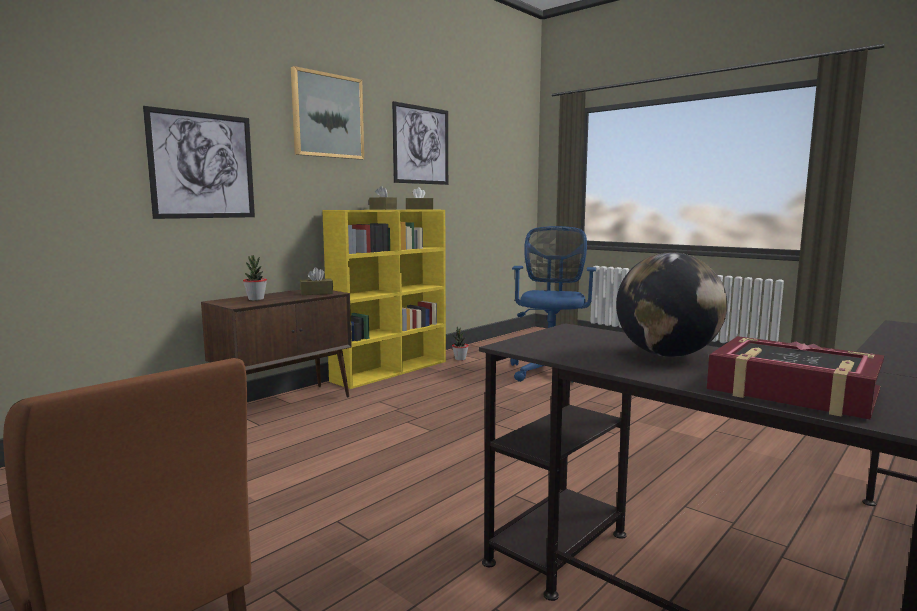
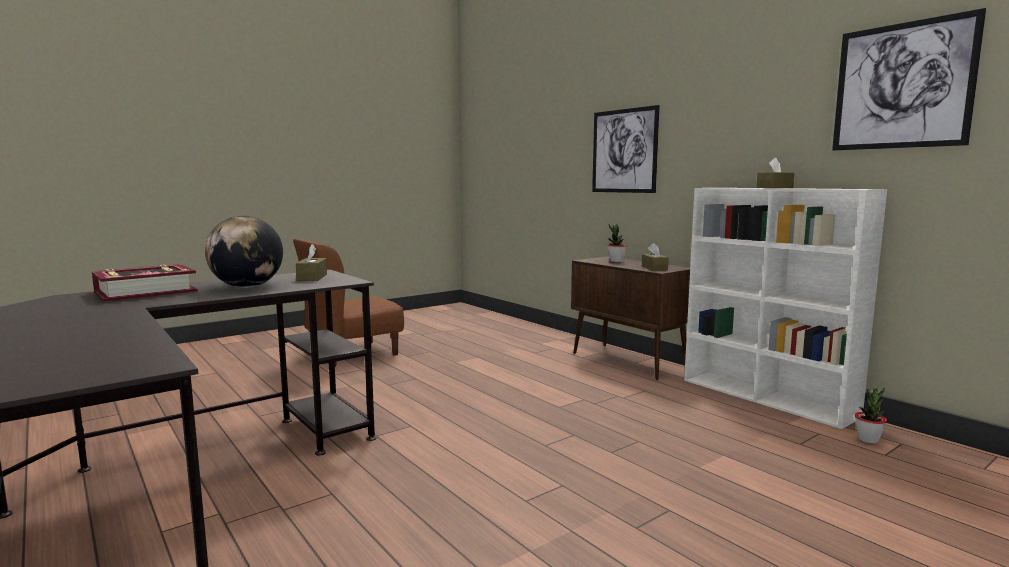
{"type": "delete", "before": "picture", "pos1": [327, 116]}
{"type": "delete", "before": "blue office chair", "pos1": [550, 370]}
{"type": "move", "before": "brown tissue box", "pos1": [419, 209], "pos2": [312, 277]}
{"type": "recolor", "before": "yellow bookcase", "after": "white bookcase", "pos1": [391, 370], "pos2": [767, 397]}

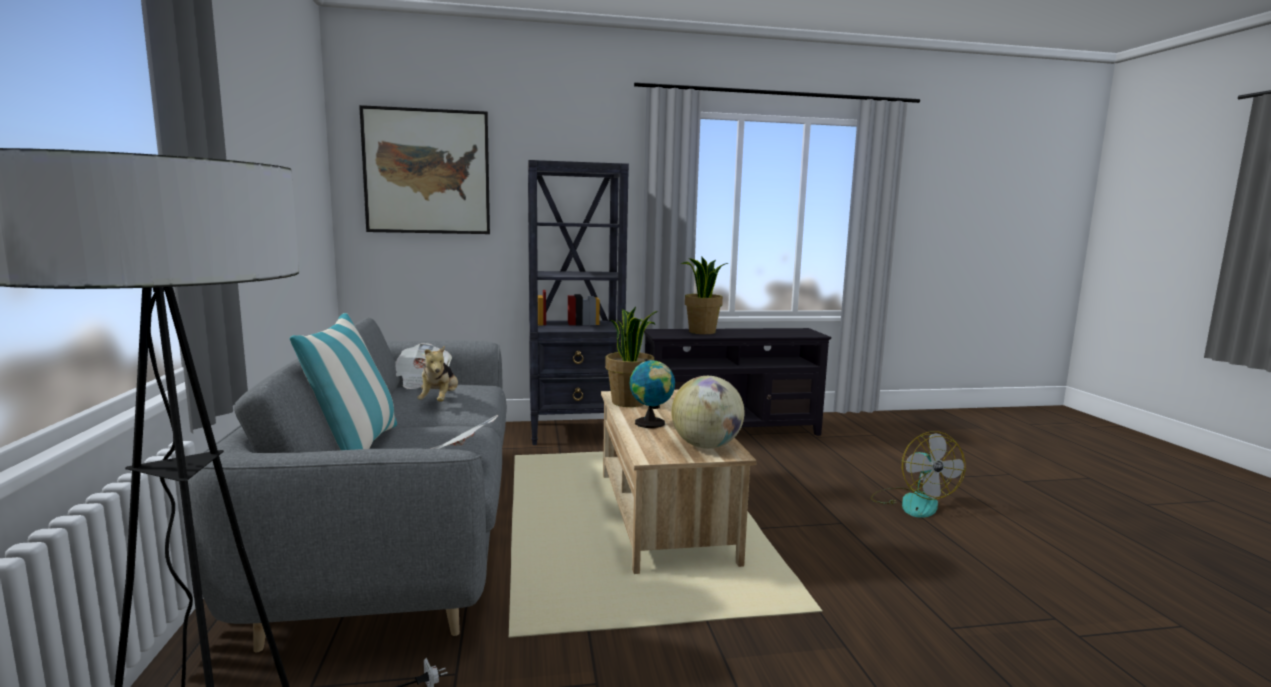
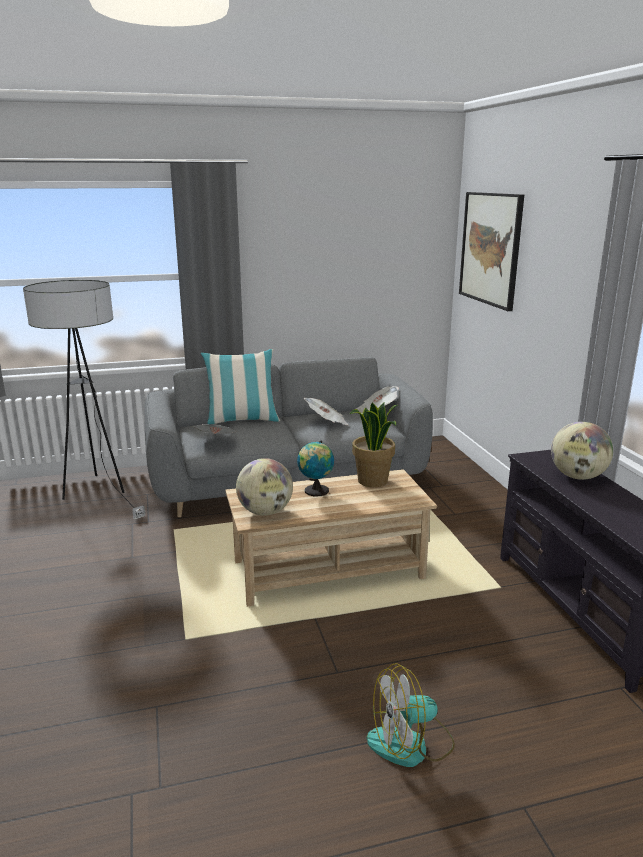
{"type": "delete", "before": "black bookcase", "pos1": [576, 432]}
{"type": "replace", "before": "plush toy", "after": "newspaper", "pos1": [440, 401], "pos2": [326, 422]}
{"type": "replace", "before": "potted plant", "after": "globe", "pos1": [702, 332], "pos2": [577, 477]}

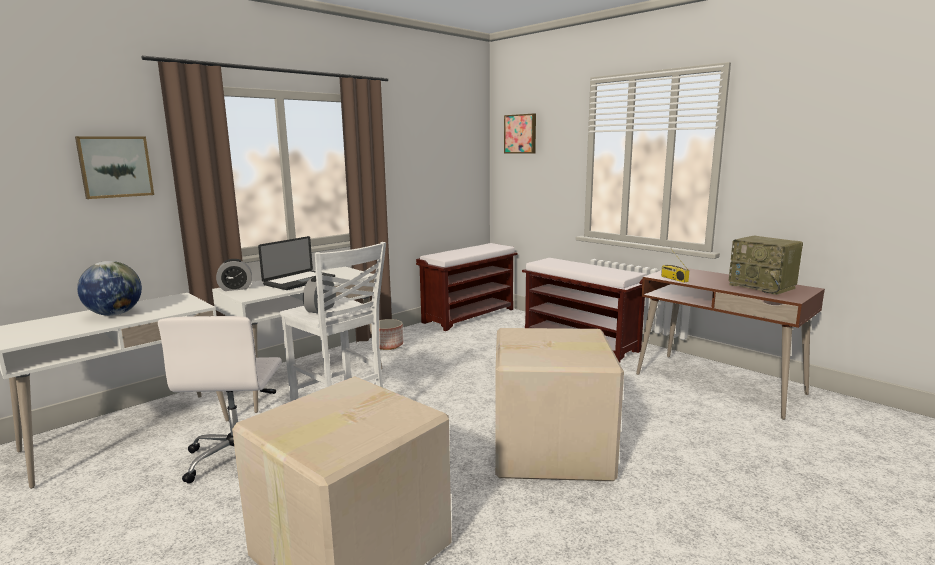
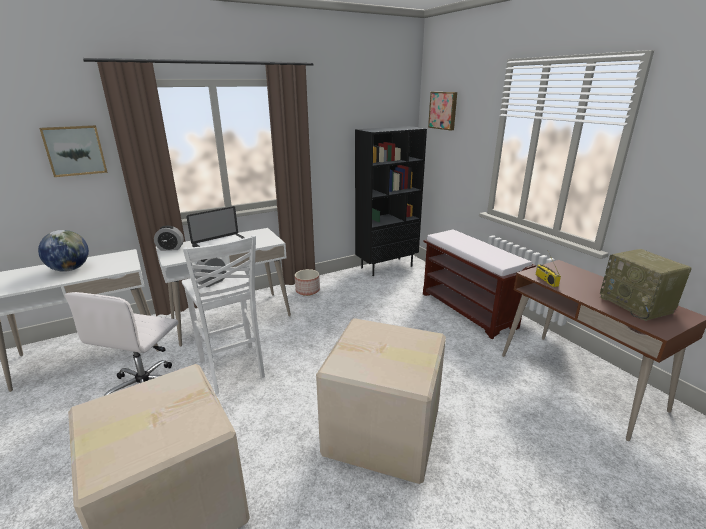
{"type": "replace", "before": "brown bench", "after": "black bookcase", "pos1": [469, 315], "pos2": [386, 266]}

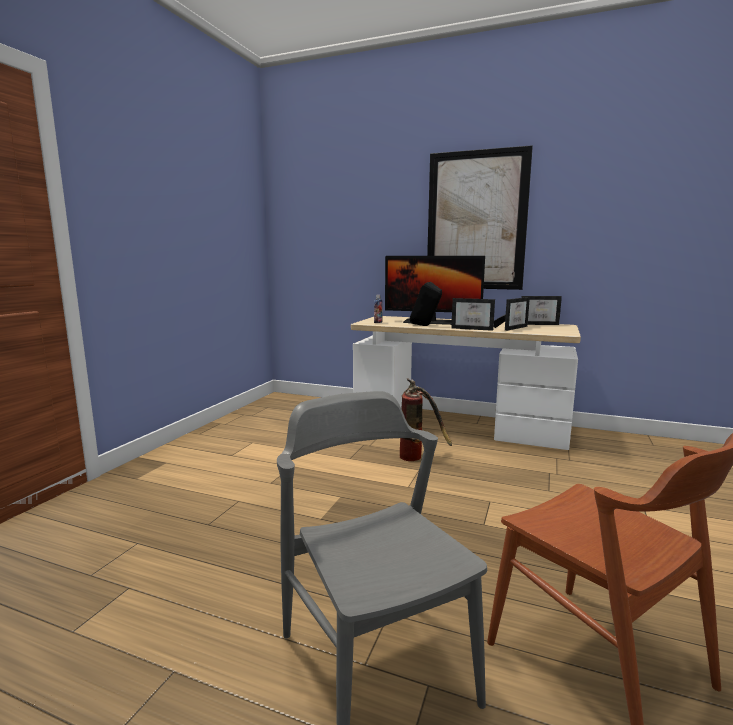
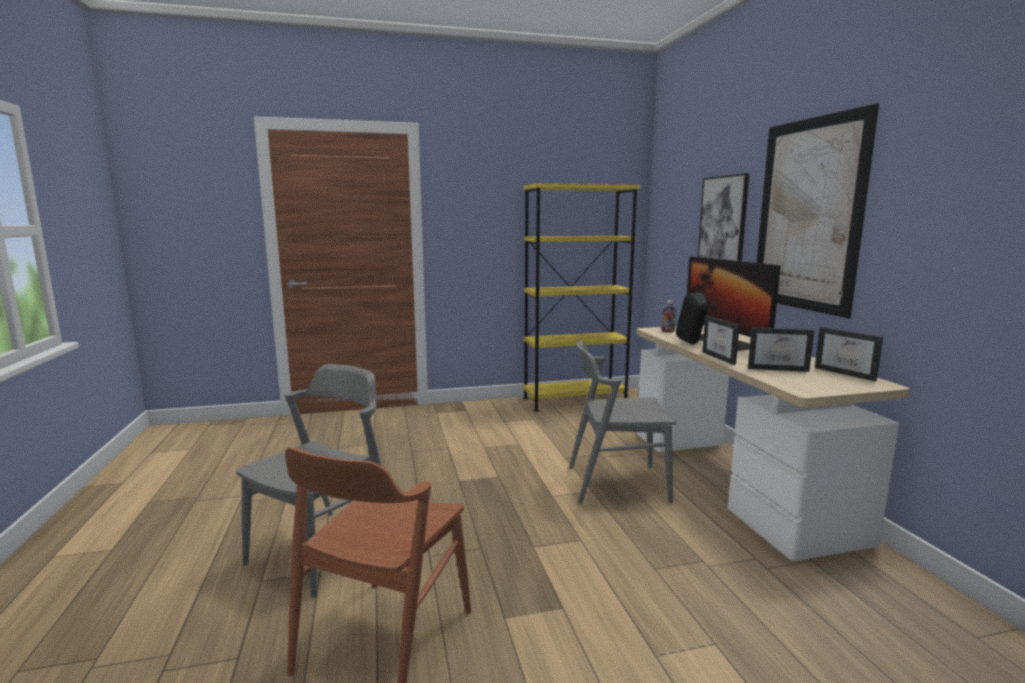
{"type": "insert", "after": "yellow bookcase", "pos2": [575, 400]}
{"type": "insert", "after": "picture", "pos2": [723, 220]}
{"type": "replace", "before": "fire extinguisher", "after": "grey chair", "pos1": [419, 457], "pos2": [617, 484]}

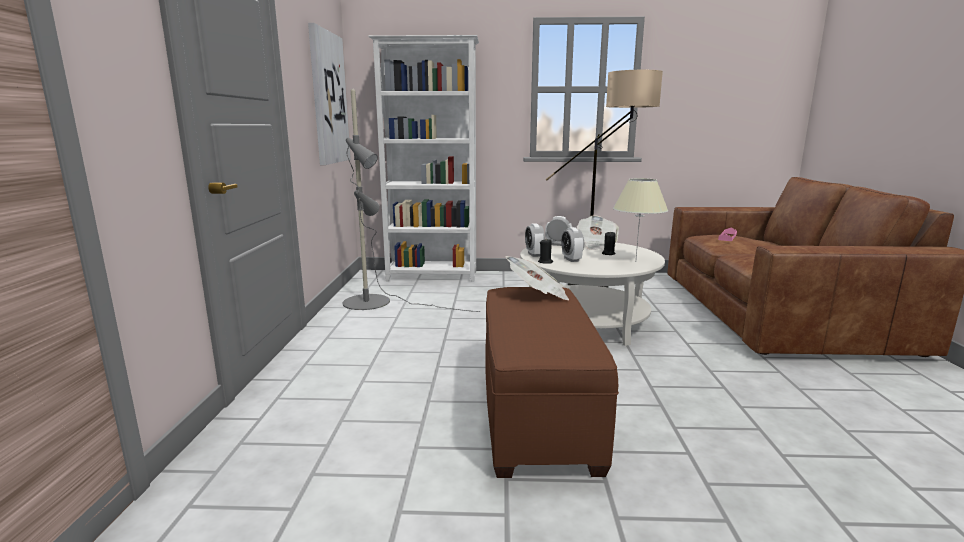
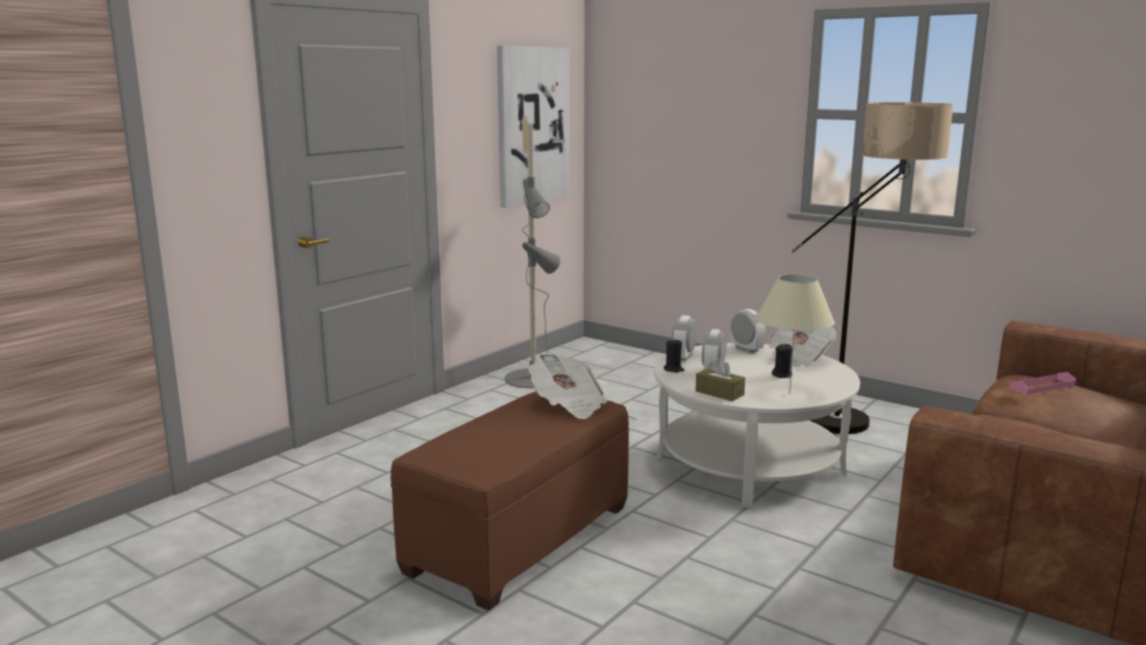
{"type": "delete", "before": "white bookcase", "pos1": [433, 276]}
{"type": "insert", "after": "brown tissue box", "pos2": [719, 393]}

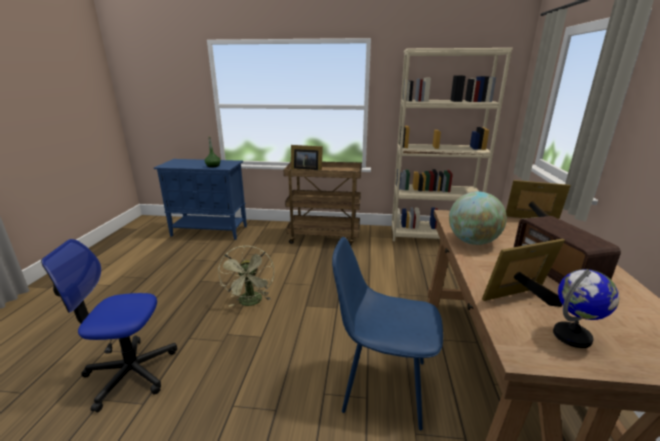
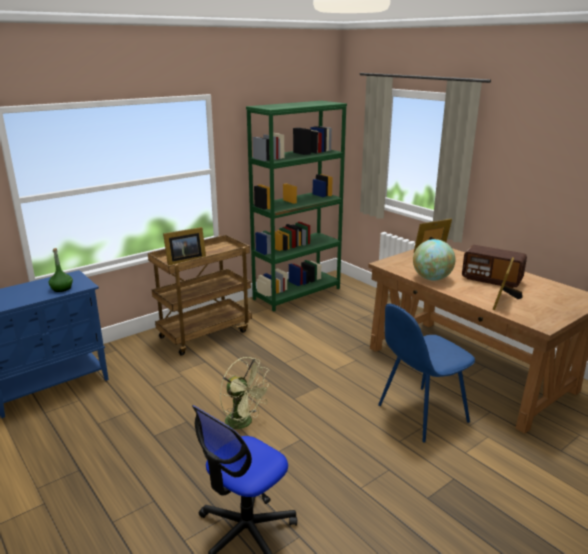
{"type": "delete", "before": "globe", "pos1": [572, 336]}
{"type": "recolor", "before": "beige bookcase", "after": "green bookcase", "pos1": [431, 236], "pos2": [297, 293]}

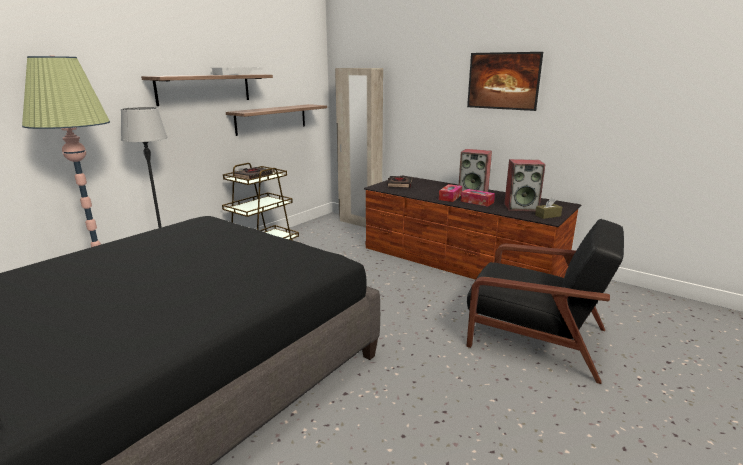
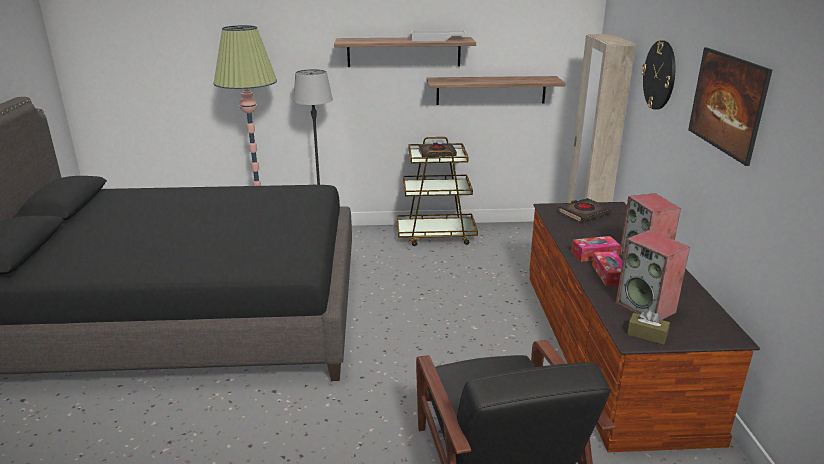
{"type": "insert", "after": "wall clock", "pos2": [659, 75]}

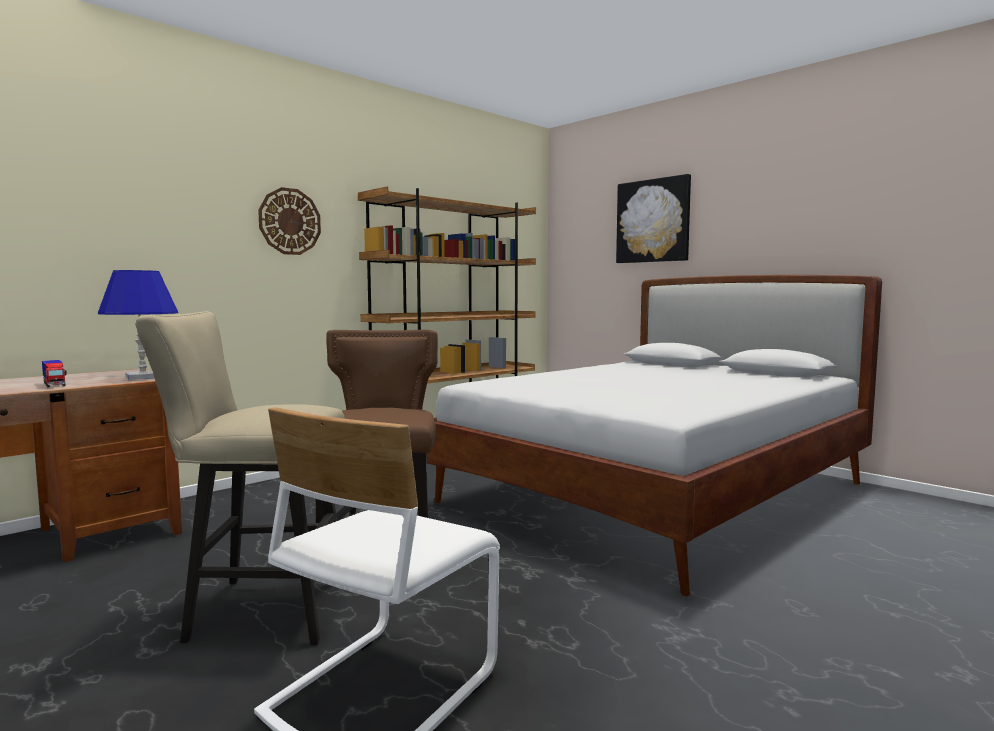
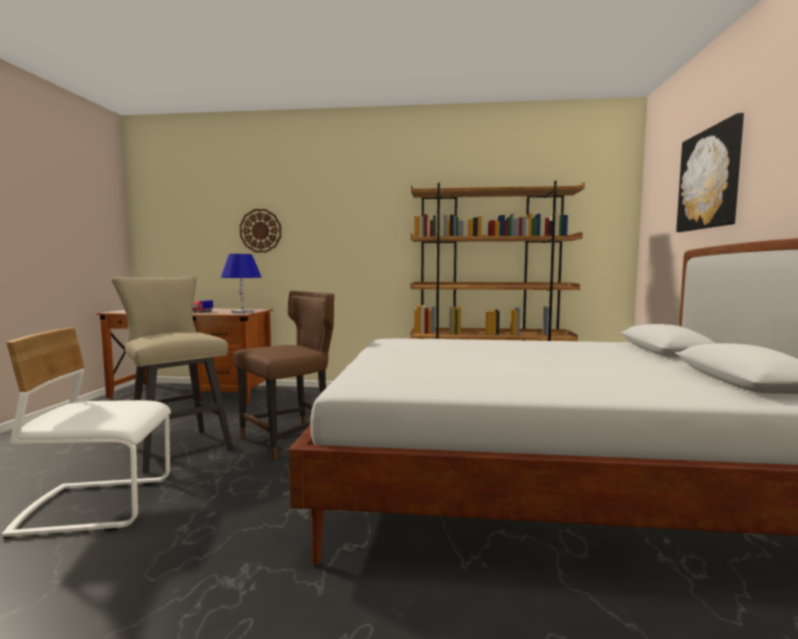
{"type": "move", "before": "wall clock", "pos1": [290, 221], "pos2": [260, 230]}

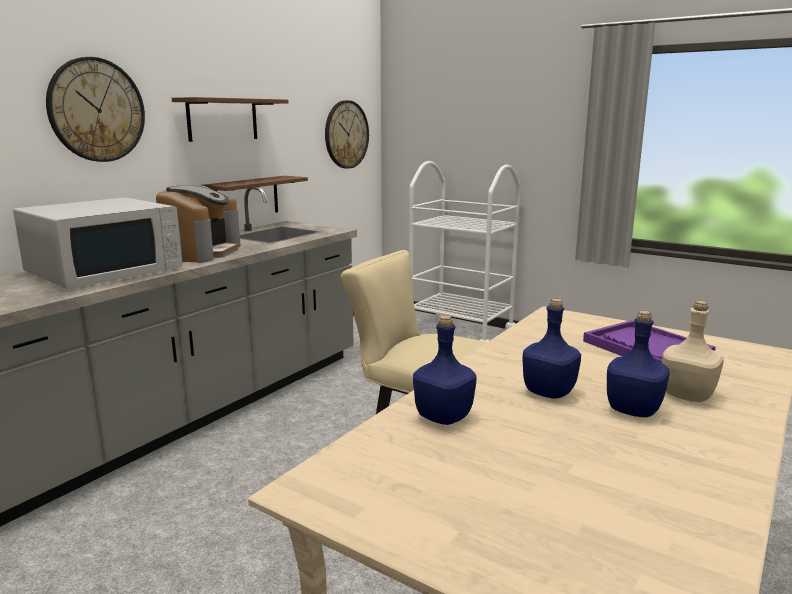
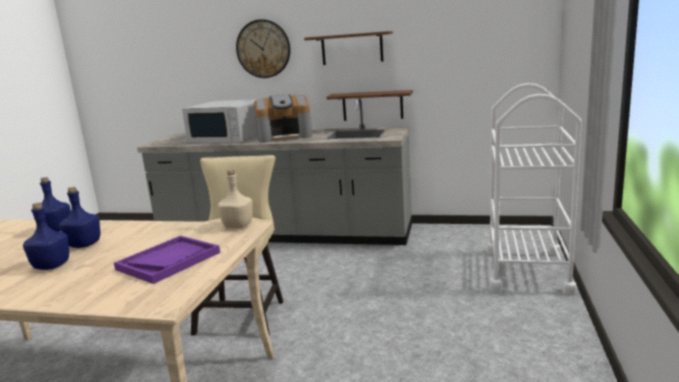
{"type": "delete", "before": "wall clock", "pos1": [346, 134]}
{"type": "move", "before": "beige bottle", "pos1": [687, 396], "pos2": [237, 226]}

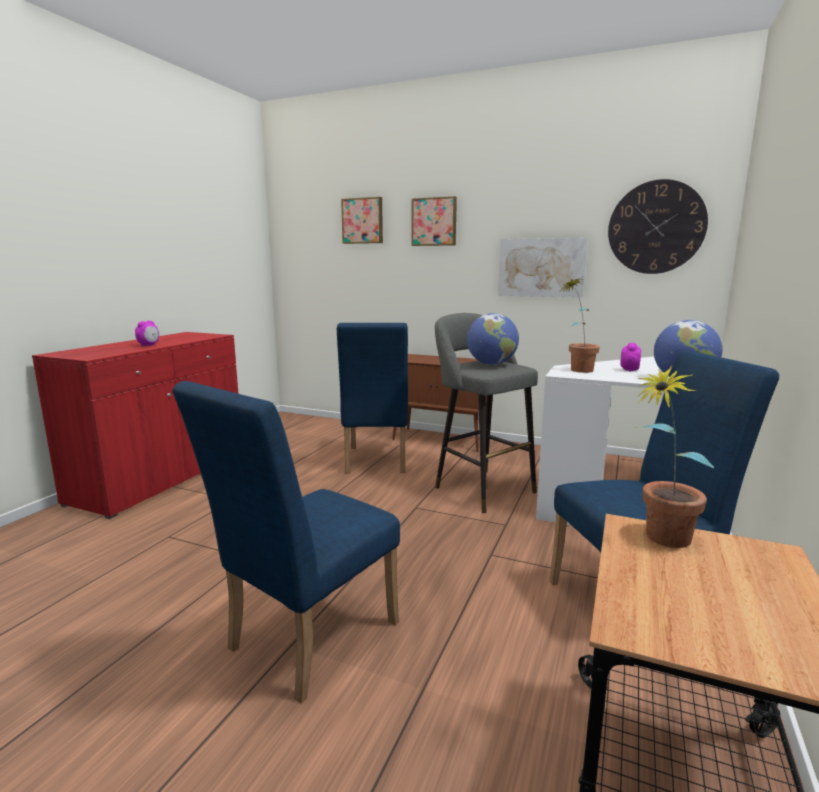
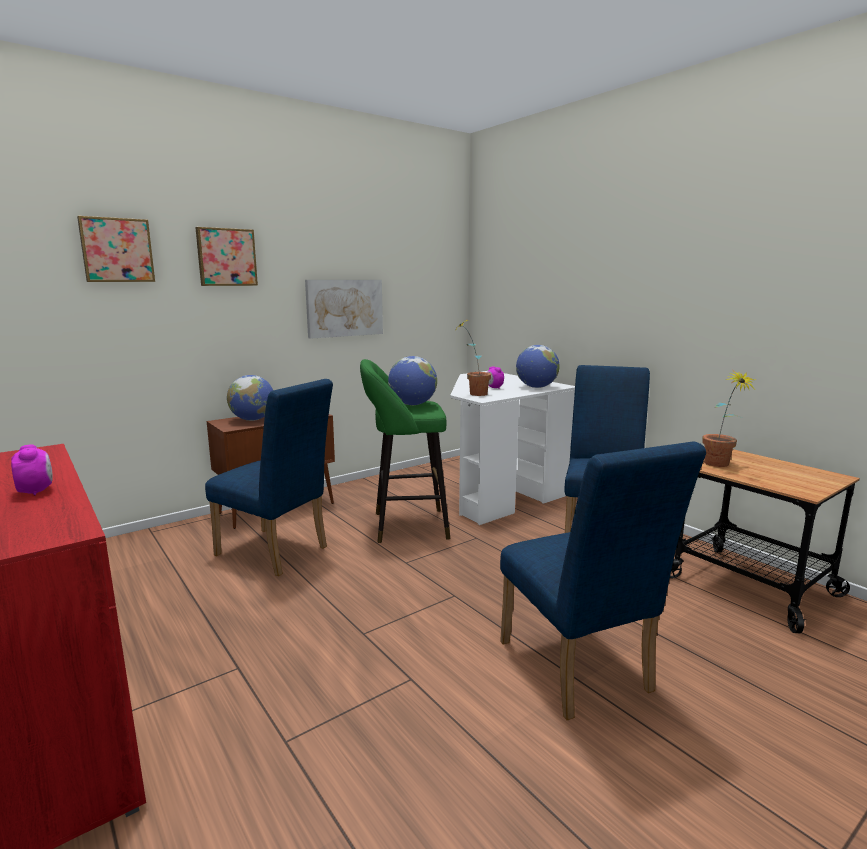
{"type": "delete", "before": "wall clock", "pos1": [656, 227]}
{"type": "insert", "after": "globe", "pos2": [252, 420]}
{"type": "recolor", "before": "grey stool", "after": "green stool", "pos1": [480, 488], "pos2": [405, 526]}

